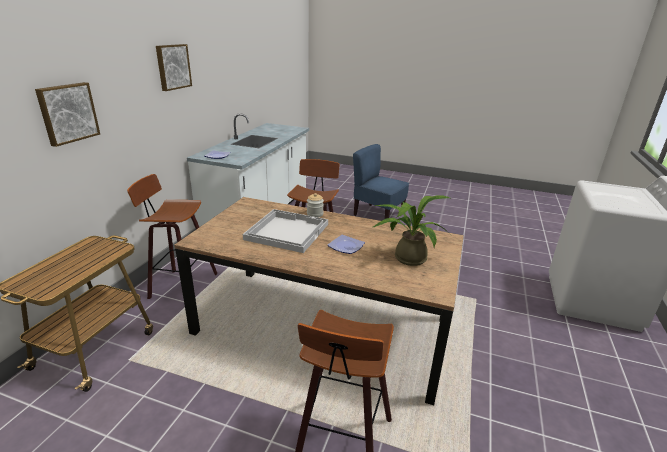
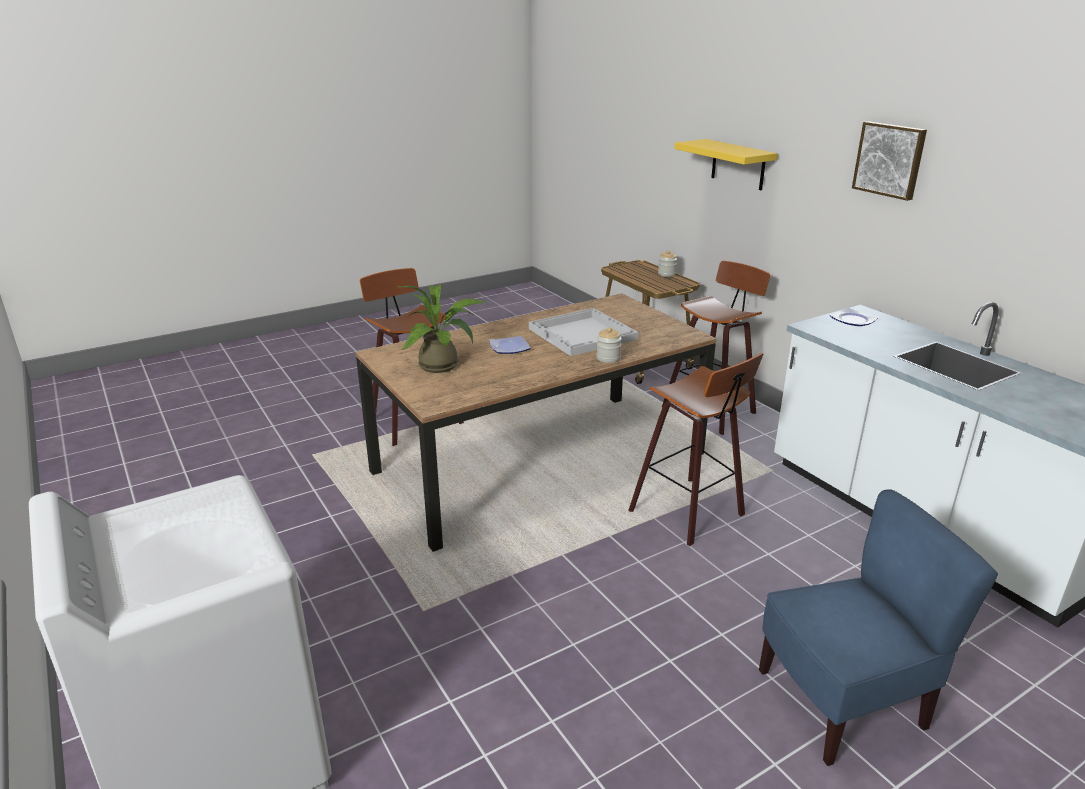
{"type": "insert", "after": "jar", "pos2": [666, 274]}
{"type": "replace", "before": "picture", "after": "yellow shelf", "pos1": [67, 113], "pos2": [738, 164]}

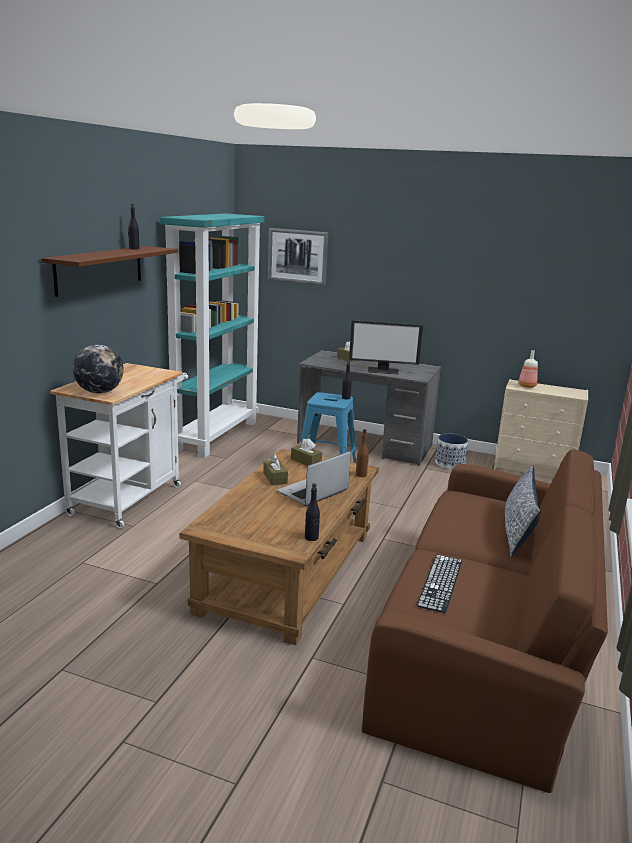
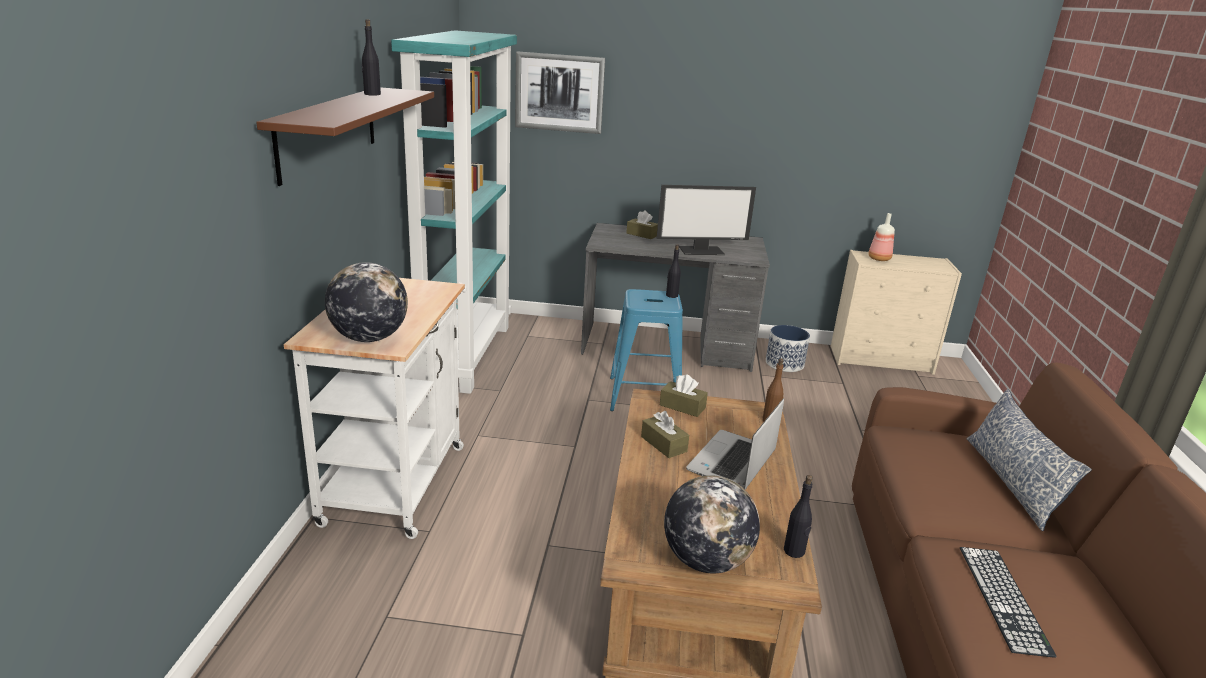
{"type": "insert", "after": "globe", "pos2": [705, 561]}

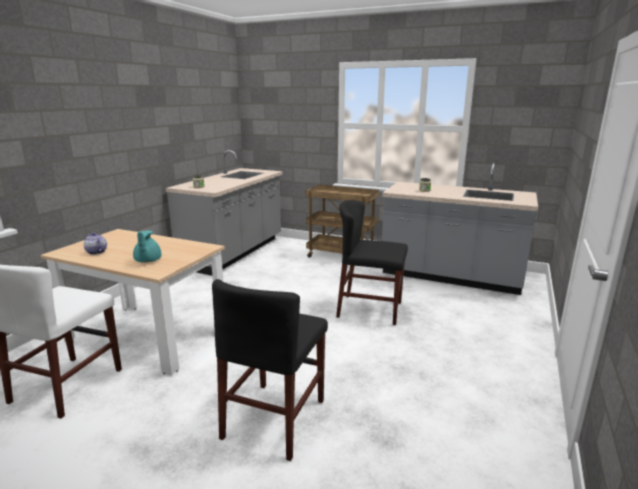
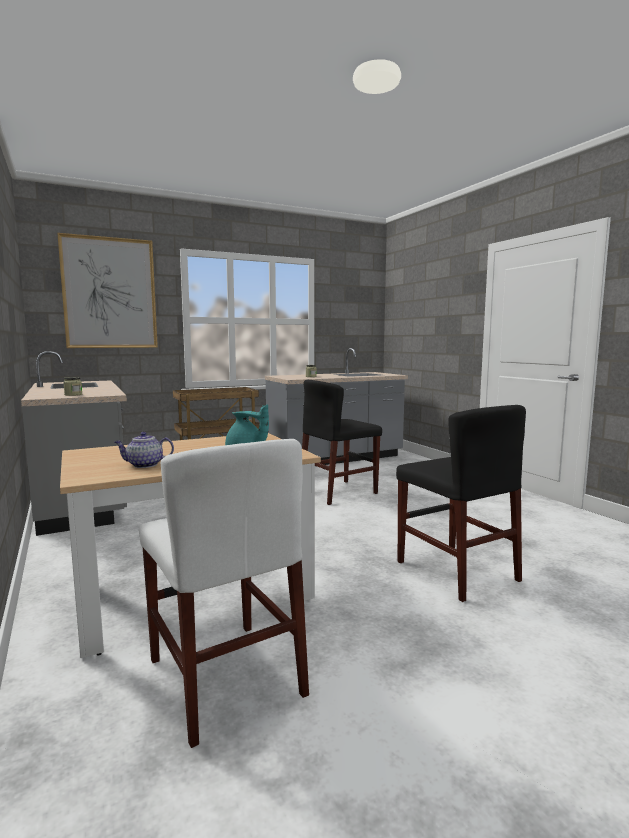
{"type": "insert", "after": "picture", "pos2": [110, 293]}

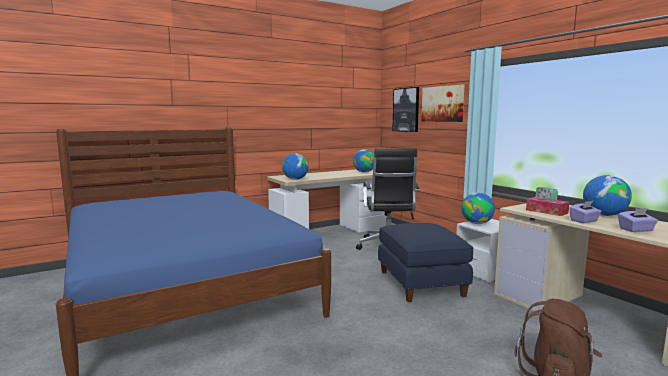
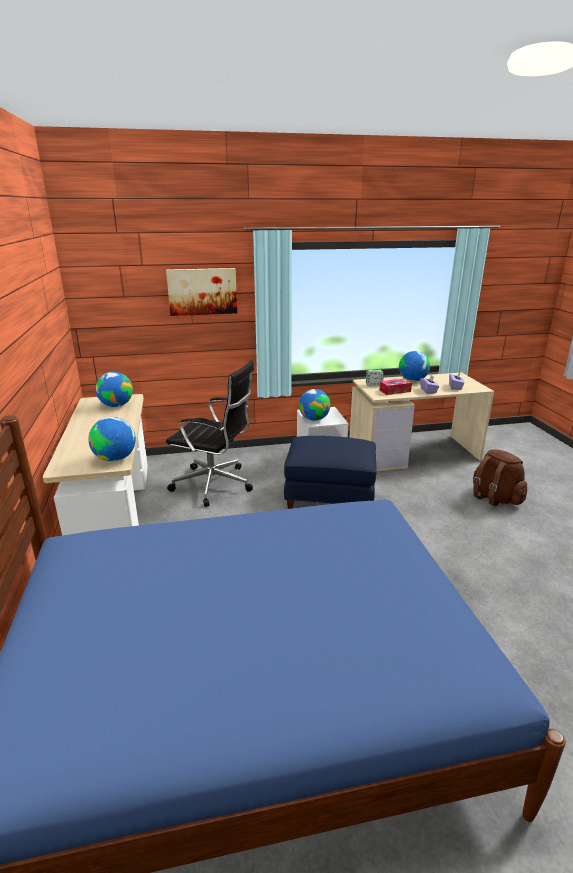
{"type": "delete", "before": "picture", "pos1": [406, 110]}

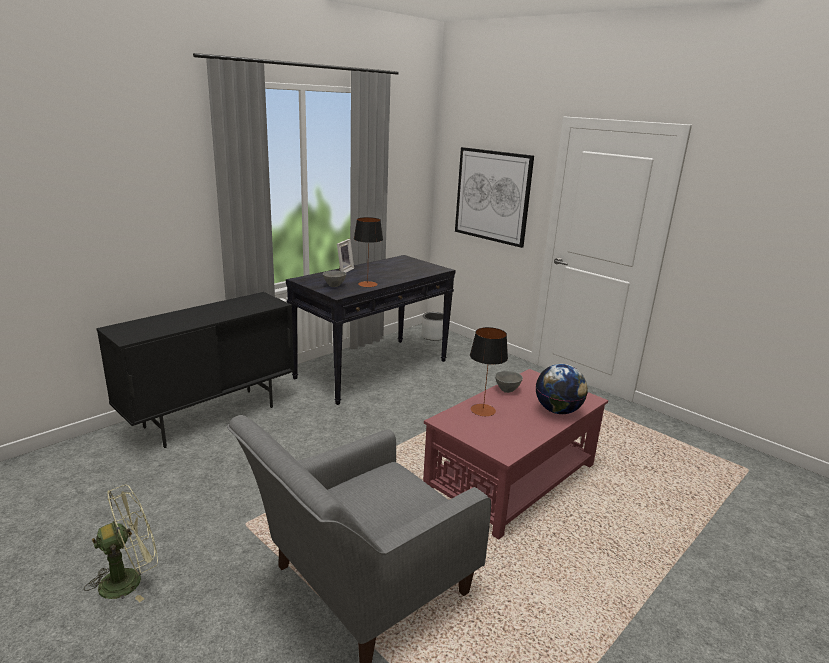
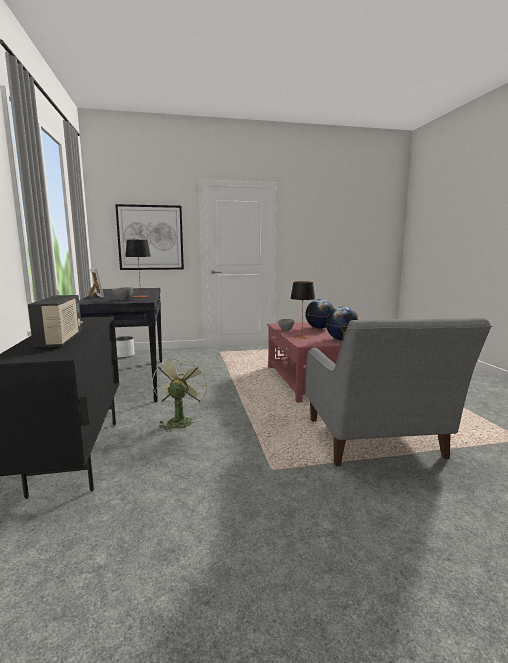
{"type": "insert", "after": "radio", "pos2": [61, 340]}
{"type": "insert", "after": "globe", "pos2": [342, 340]}
{"type": "move", "before": "green fan", "pos1": [130, 579], "pos2": [179, 420]}

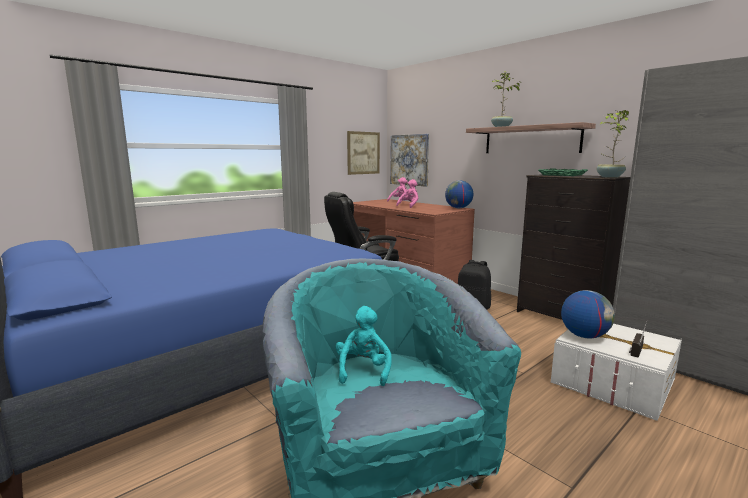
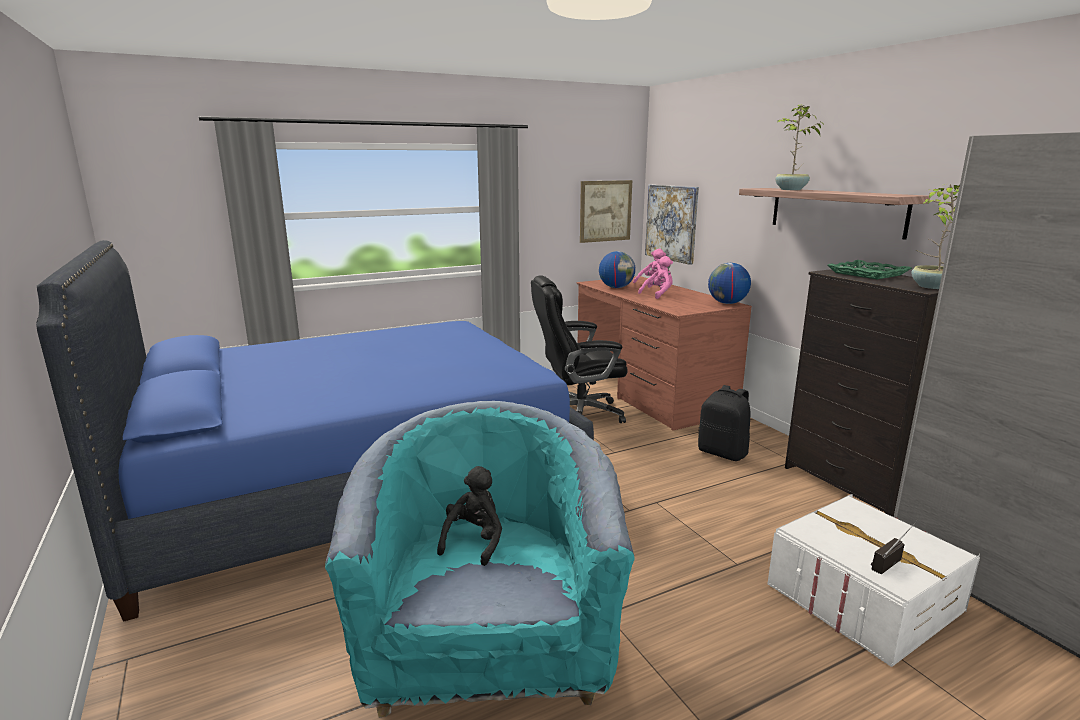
{"type": "move", "before": "globe", "pos1": [584, 336], "pos2": [616, 287]}
{"type": "recolor", "before": "turquoise plush toy", "after": "black plush toy", "pos1": [363, 370], "pos2": [474, 541]}

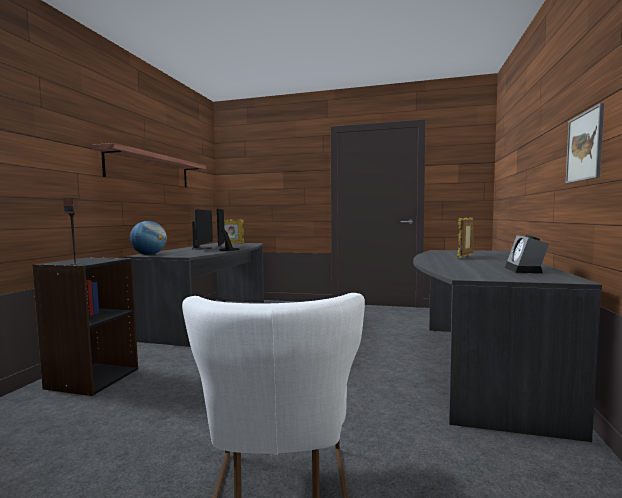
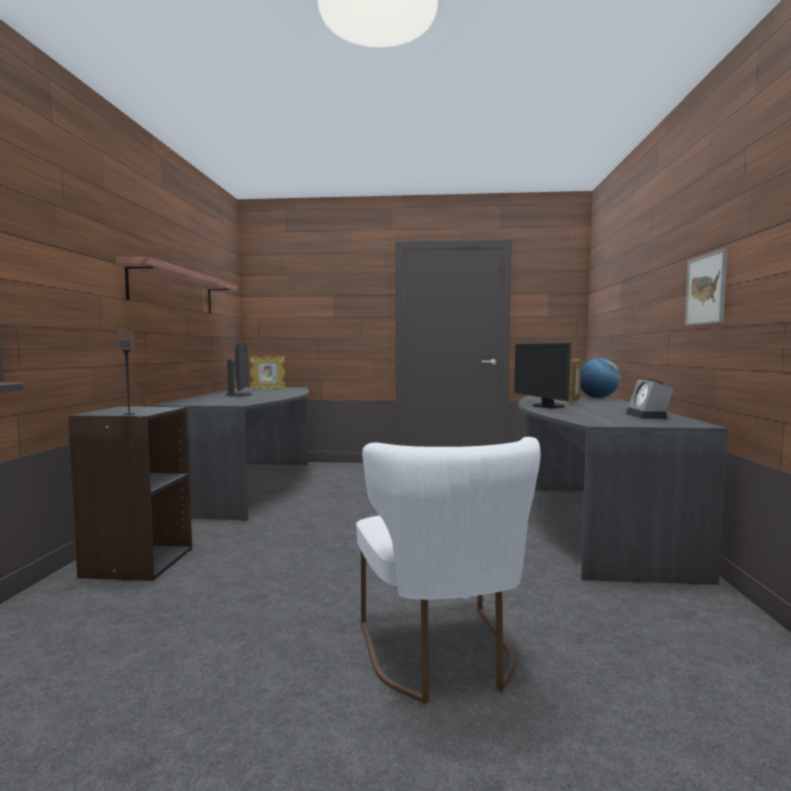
{"type": "move", "before": "globe", "pos1": [149, 254], "pos2": [597, 397]}
{"type": "move", "before": "monitor", "pos1": [226, 250], "pos2": [545, 406]}

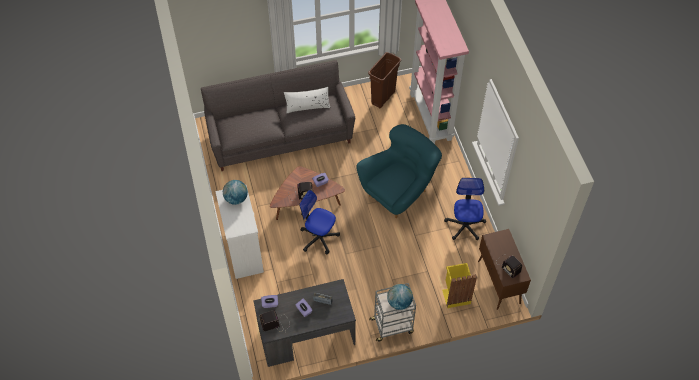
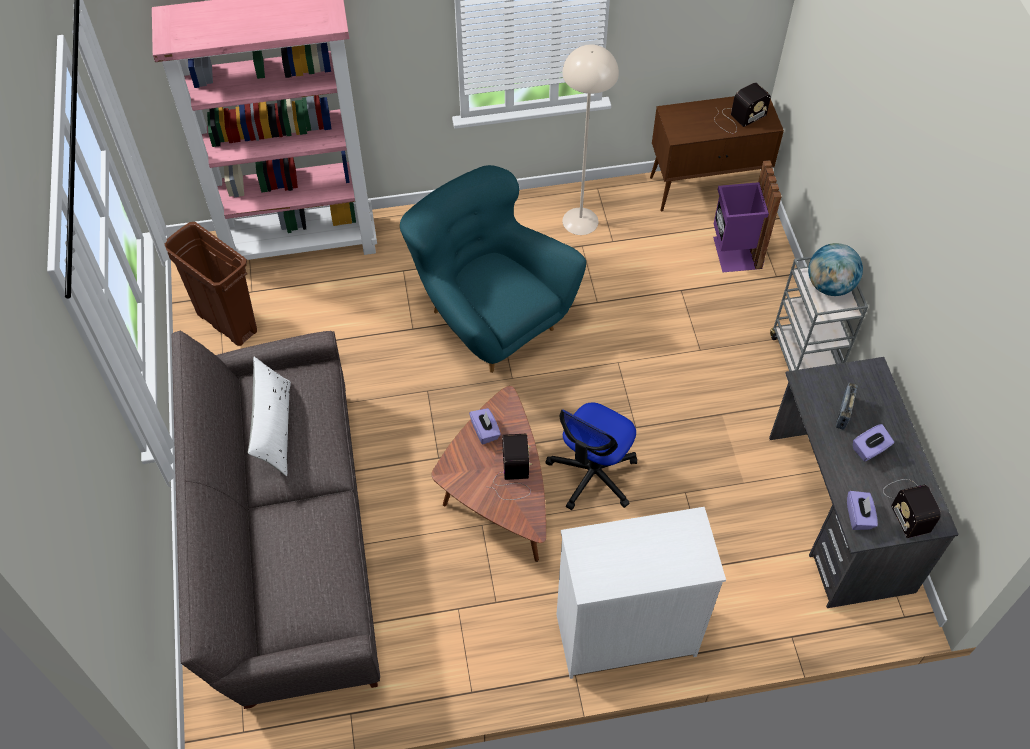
{"type": "delete", "before": "globe", "pos1": [236, 198]}
{"type": "replace", "before": "office chair", "after": "beige floor lamp", "pos1": [465, 225], "pos2": [580, 220]}
{"type": "recolor", "before": "yellow trash can", "after": "purple trash can", "pos1": [455, 295], "pos2": [734, 253]}

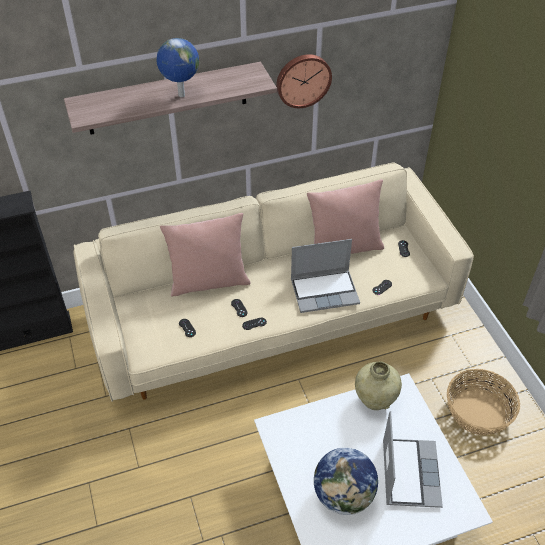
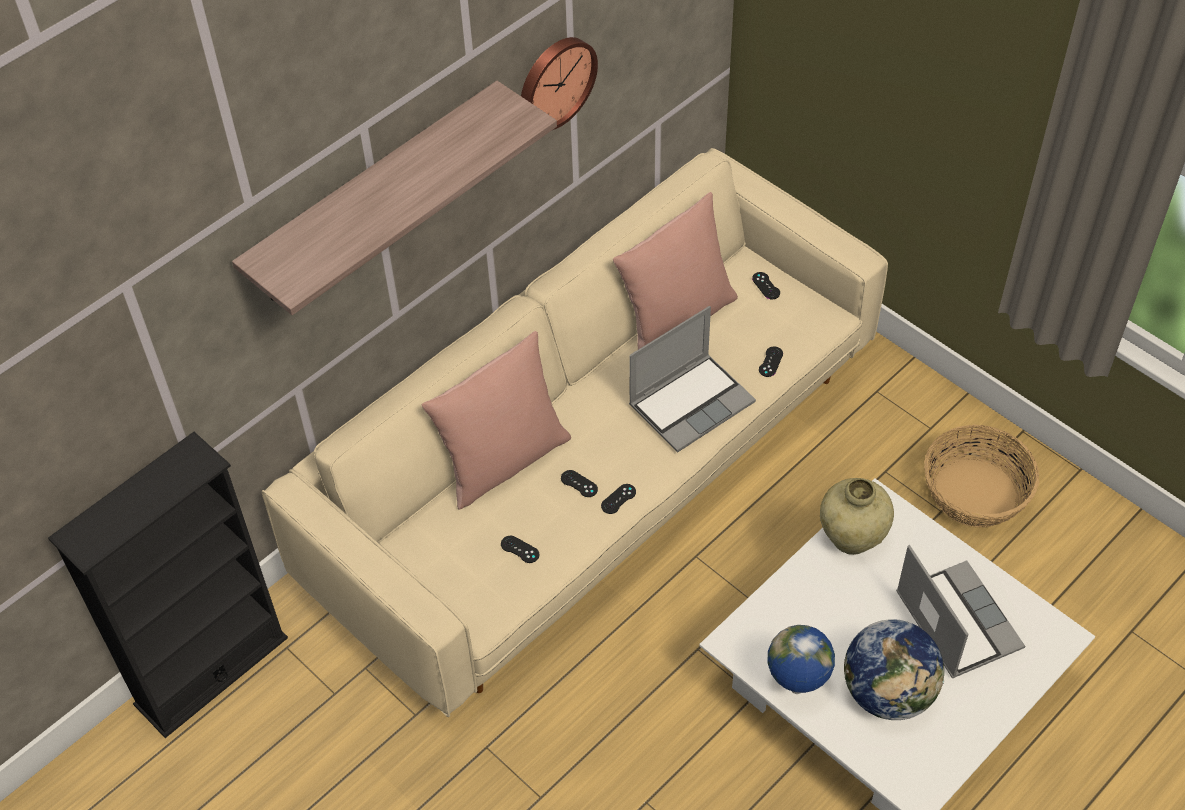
{"type": "move", "before": "globe", "pos1": [181, 95], "pos2": [796, 690]}

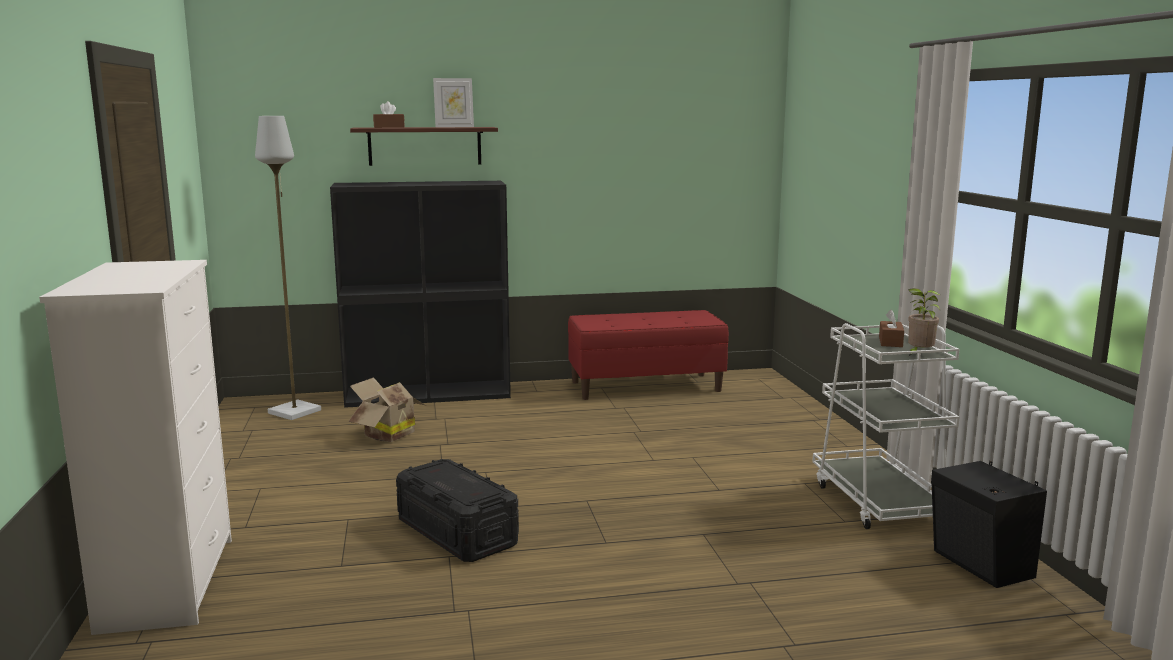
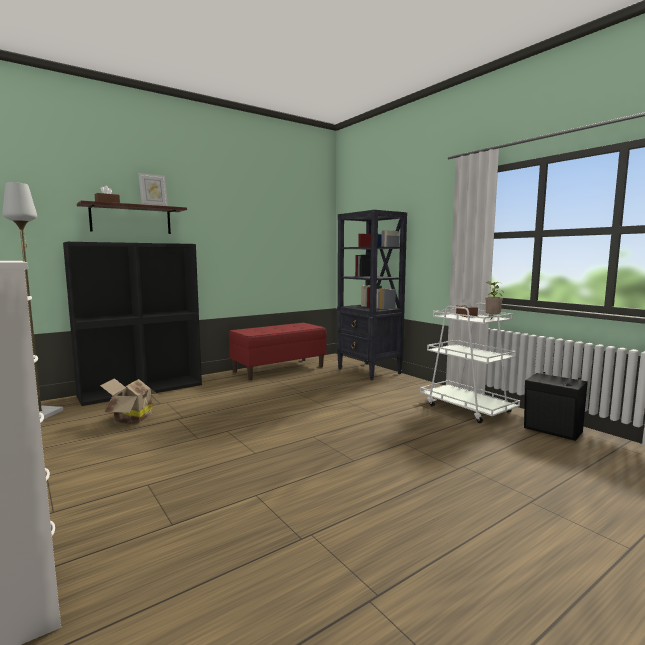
{"type": "delete", "before": "black storage box", "pos1": [457, 532]}
{"type": "insert", "after": "black bookcase", "pos2": [369, 371]}

